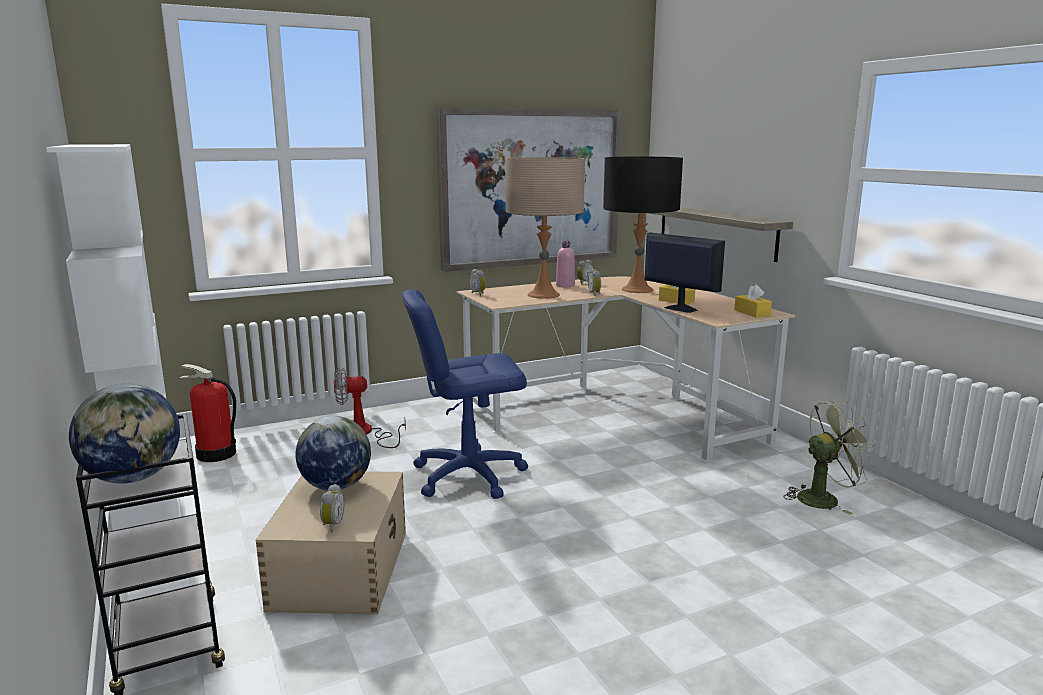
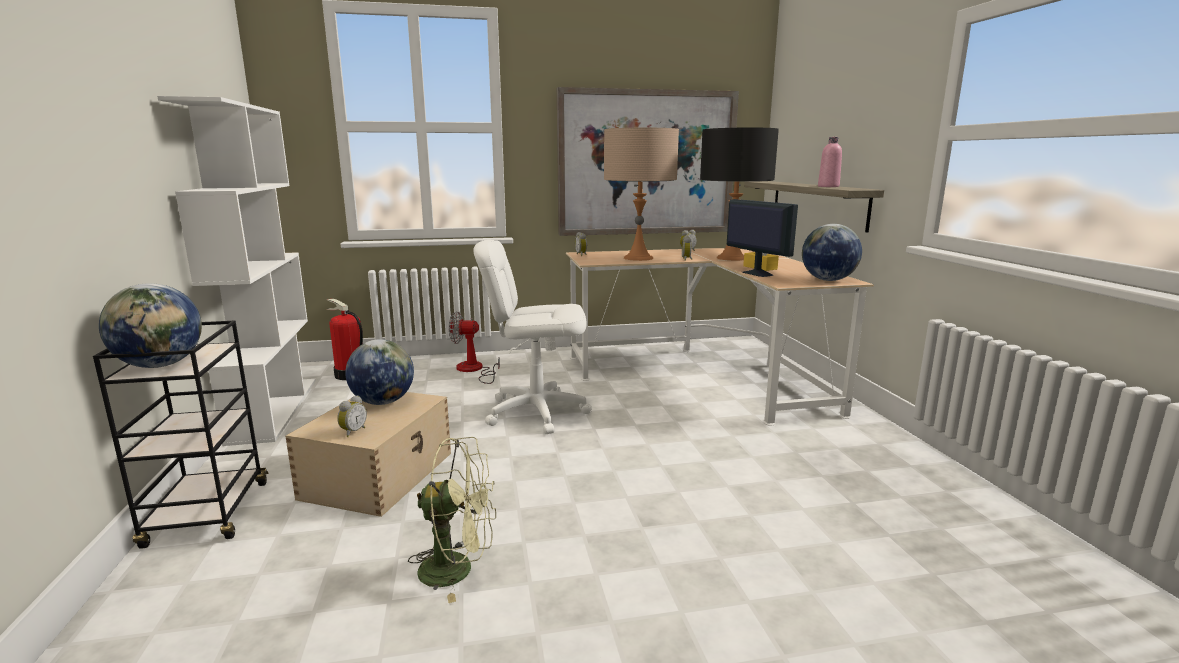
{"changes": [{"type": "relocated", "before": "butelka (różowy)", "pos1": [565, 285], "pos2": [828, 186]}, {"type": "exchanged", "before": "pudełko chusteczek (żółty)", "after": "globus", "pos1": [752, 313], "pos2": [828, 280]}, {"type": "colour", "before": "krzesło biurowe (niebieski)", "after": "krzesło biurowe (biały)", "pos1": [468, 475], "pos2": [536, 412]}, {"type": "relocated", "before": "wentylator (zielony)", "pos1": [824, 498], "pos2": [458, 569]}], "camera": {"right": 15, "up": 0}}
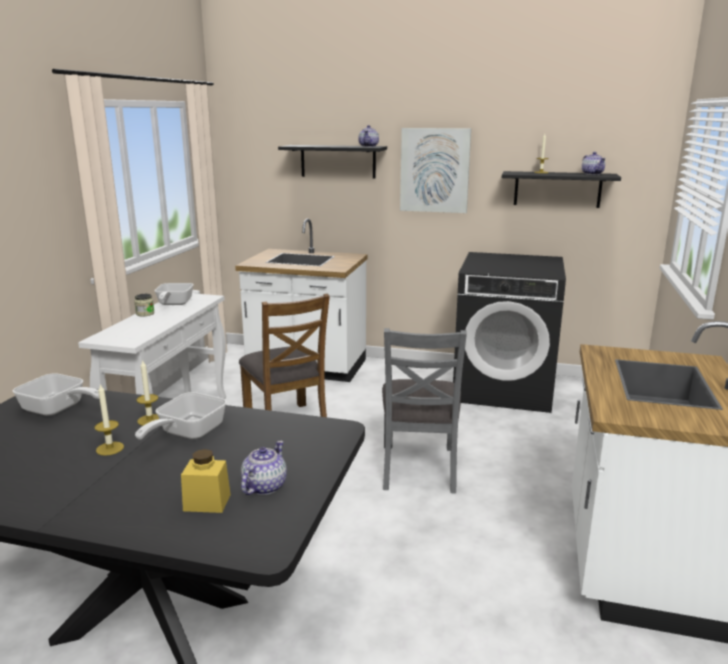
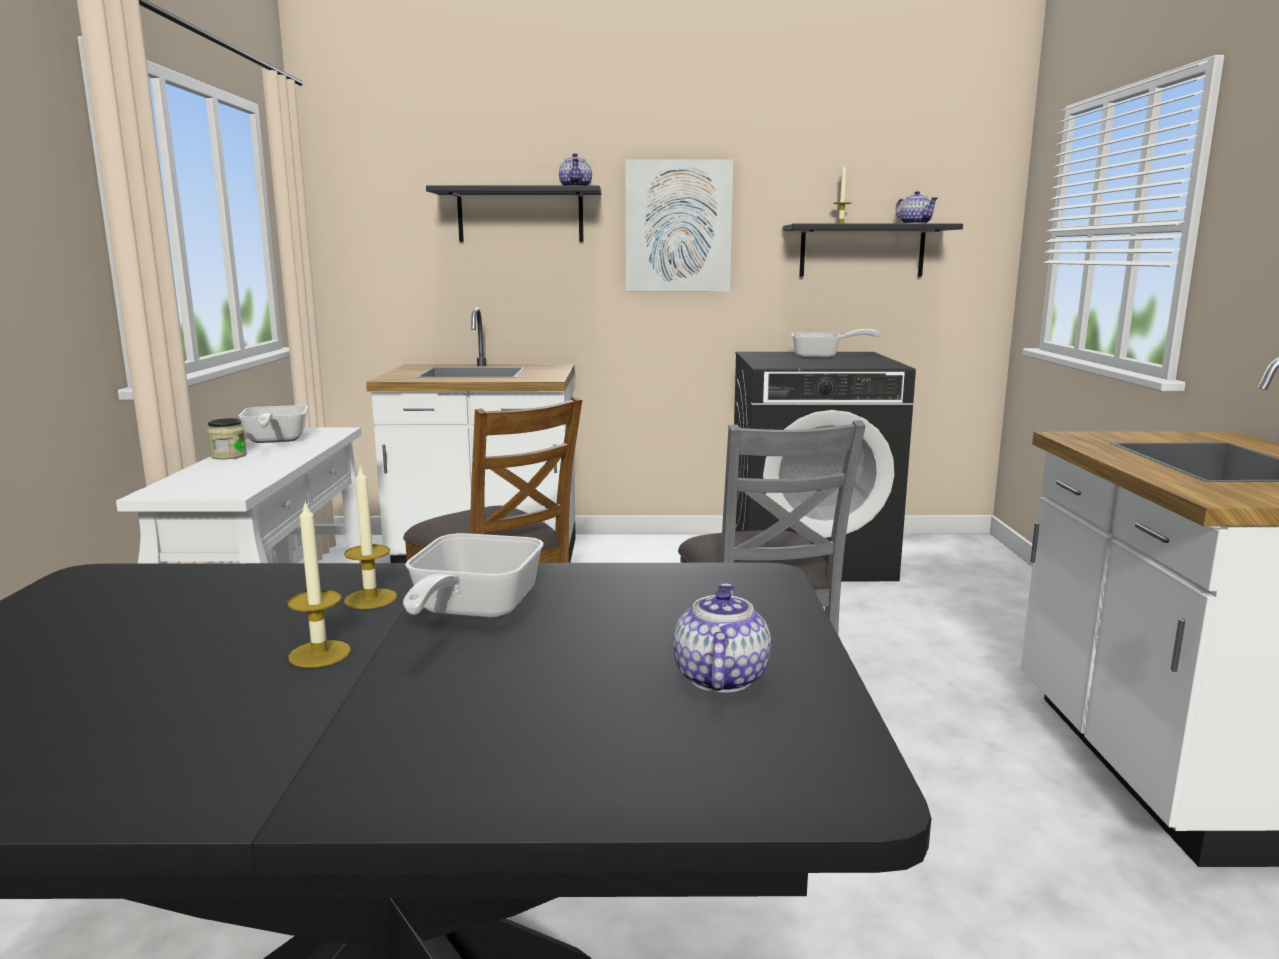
{"changes": [{"type": "relocated", "before": "patelnia", "pos1": [58, 409], "pos2": [822, 357]}, {"type": "missing", "before": "słoik (żółty)", "pos1": [207, 502]}], "camera": {"right": -15, "up": -5}}
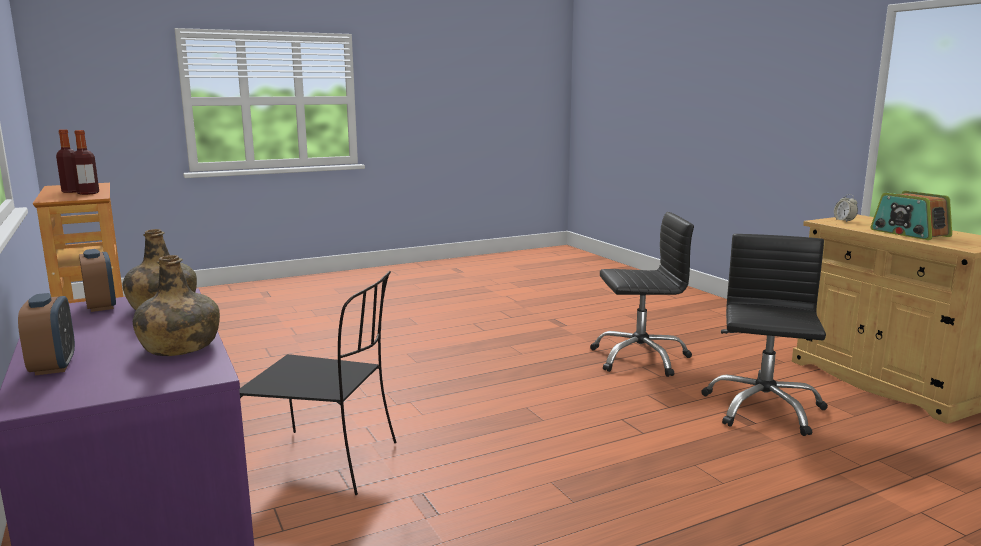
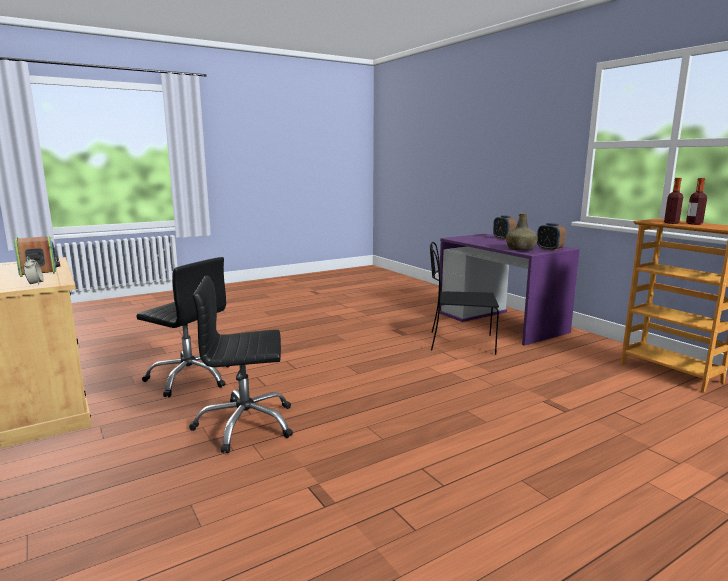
{"changes": [{"type": "spun", "before": "krzesło biurowe (czarny)", "pos1": [762, 408], "pos2": [190, 378], "turn": -75}, {"type": "missing", "before": "butelka (zielony)", "pos1": [179, 347]}], "camera": {"right": 175, "up": 0}}
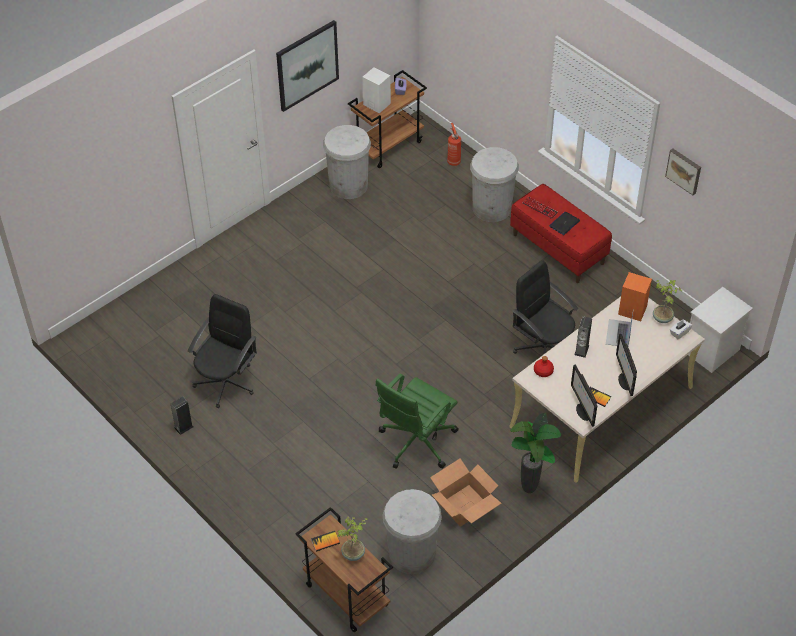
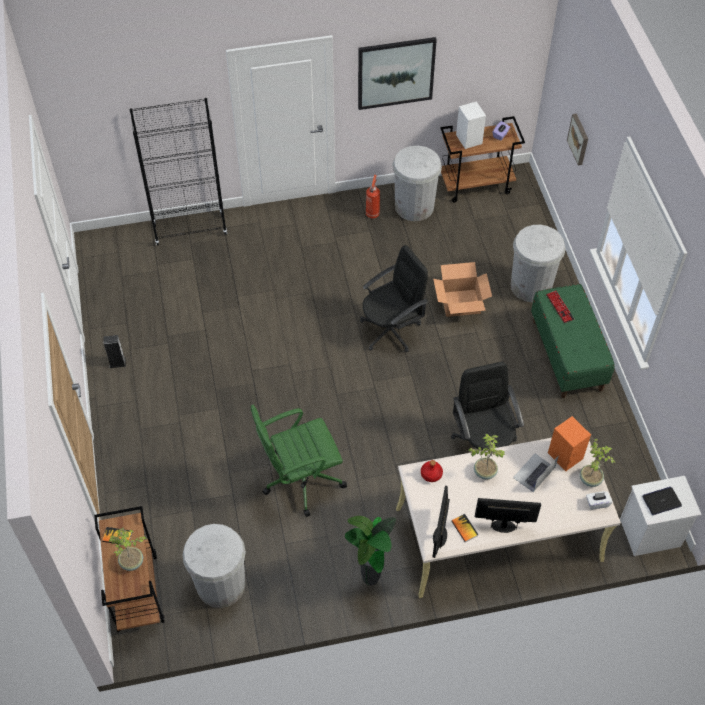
{"changes": [{"type": "relocated", "before": "gaśnica", "pos1": [453, 161], "pos2": [372, 213]}, {"type": "relocated", "before": "obraz", "pos1": [684, 170], "pos2": [579, 139]}, {"type": "colour", "before": "ławka (czerwony)", "after": "ławka (zielony)", "pos1": [558, 249], "pos2": [567, 355]}, {"type": "relocated", "before": "laptop", "pos1": [564, 223], "pos2": [661, 501]}, {"type": "relocated", "before": "krzesło biurowe (czarny)", "pos1": [226, 382], "pos2": [391, 330]}, {"type": "exchanged", "before": "głośnik", "after": "roślina doniczkowa", "pos1": [581, 350], "pos2": [484, 471]}, {"type": "spun", "before": "monitor", "pos1": [624, 381], "pos2": [504, 526], "turn": 75}, {"type": "relocated", "before": "karton", "pos1": [465, 505], "pos2": [461, 303]}, {"type": "appeared", "after": "regał (czarny)", "pos2": [190, 229]}], "camera": {"right": 30, "up": 5}}
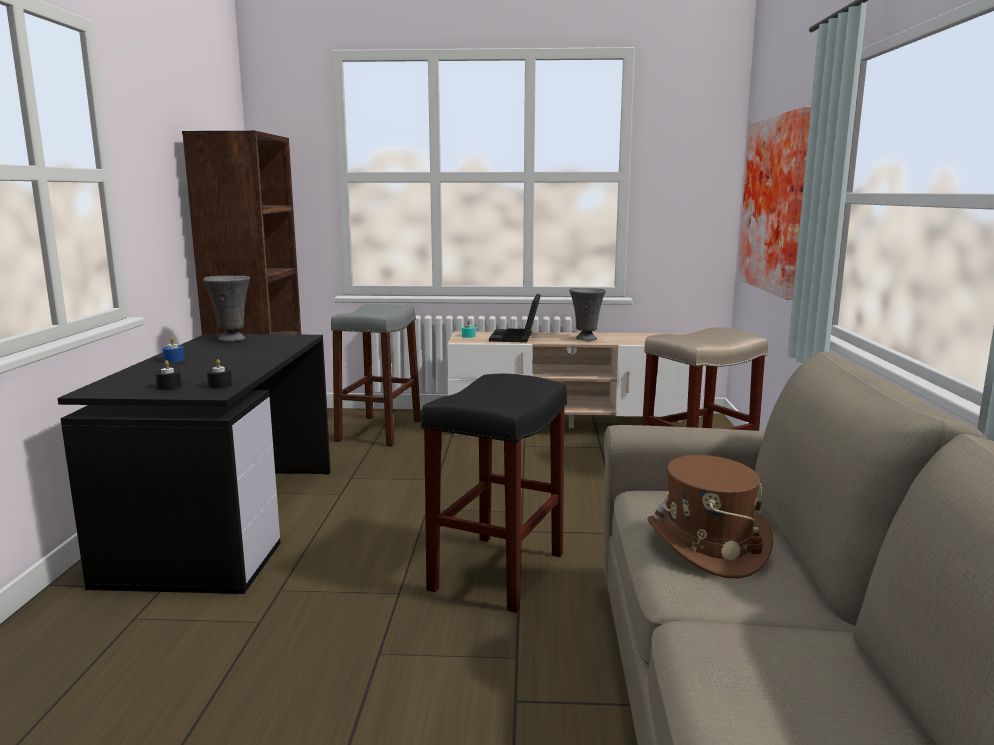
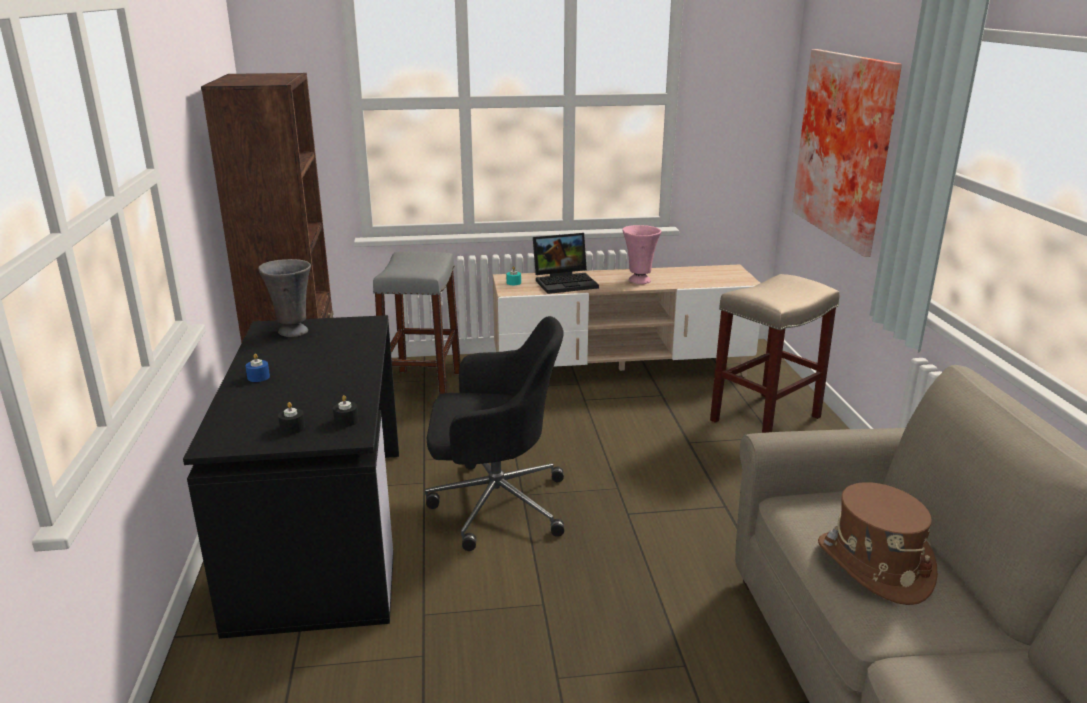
{"changes": [{"type": "colour", "before": "wazon (szary)", "after": "wazon (różowy)", "pos1": [585, 339], "pos2": [639, 280]}, {"type": "spun", "before": "laptop", "pos1": [516, 337], "pos2": [566, 282], "turn": -105}, {"type": "missing", "before": "stołek (czarny)", "pos1": [498, 572]}, {"type": "appeared", "after": "krzesło biurowe (czarny)", "pos2": [495, 504]}], "camera": {"right": -10, "up": 10}}
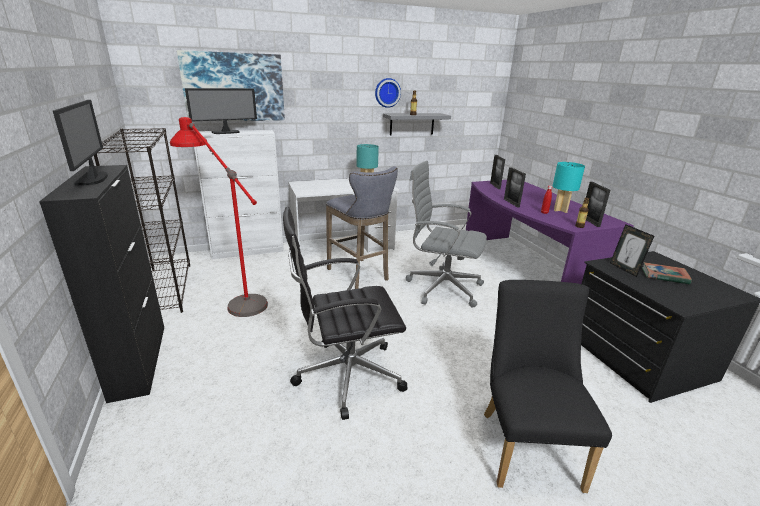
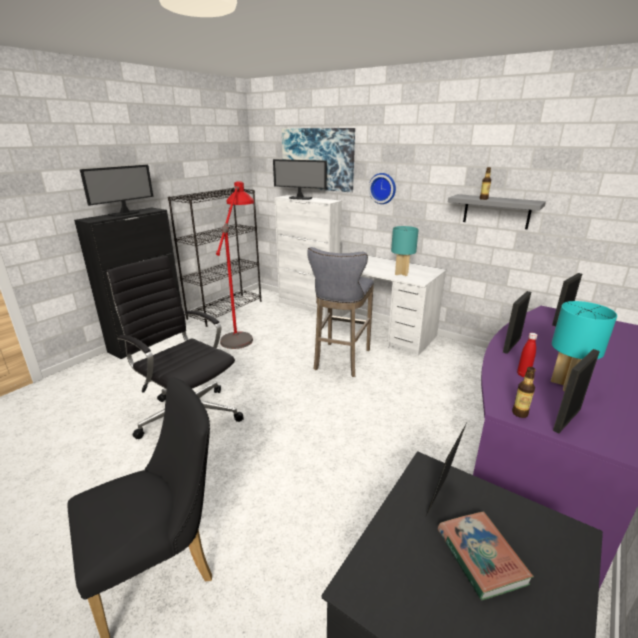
{"changes": [{"type": "relocated", "before": "zegar ścienny", "pos1": [387, 92], "pos2": [383, 188]}, {"type": "missing", "before": "krzesło biurowe (szary)", "pos1": [441, 287]}], "camera": {"right": 55, "up": 0}}
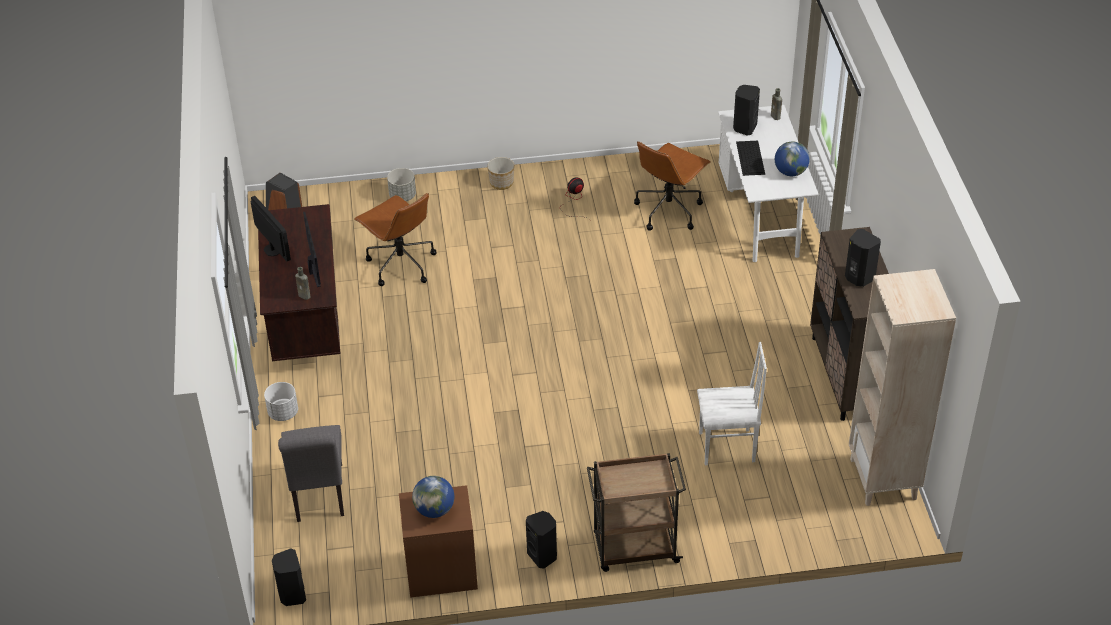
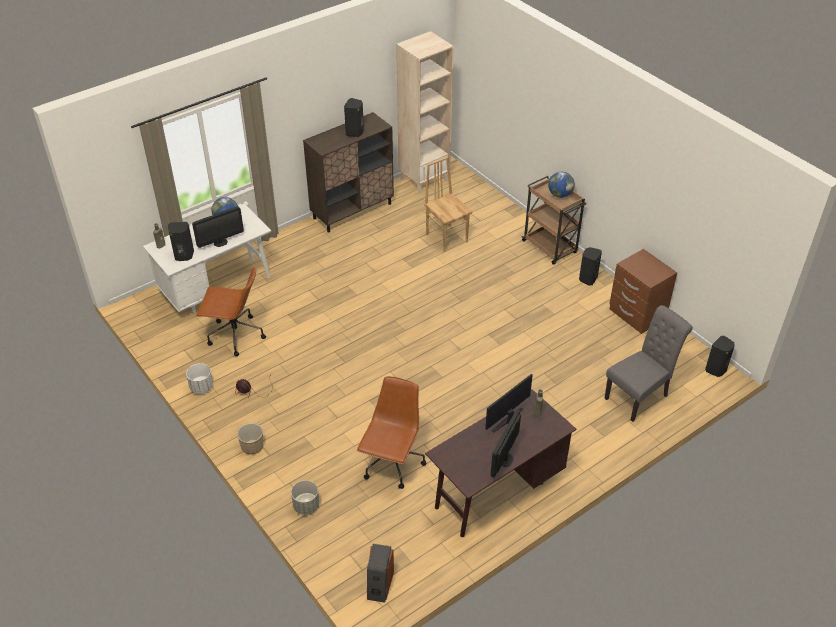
{"changes": [{"type": "exchanged", "before": "klawiatura", "after": "monitor", "pos1": [750, 158], "pos2": [220, 242]}, {"type": "colour", "before": "krzesło (biały)", "after": "krzesło (brązowy)", "pos1": [727, 448], "pos2": [447, 237]}, {"type": "relocated", "before": "donica (biały)", "pos1": [283, 413], "pos2": [201, 387]}, {"type": "relocated", "before": "globus", "pos1": [434, 510], "pos2": [560, 195]}], "camera": {"right": -120, "up": 0}}
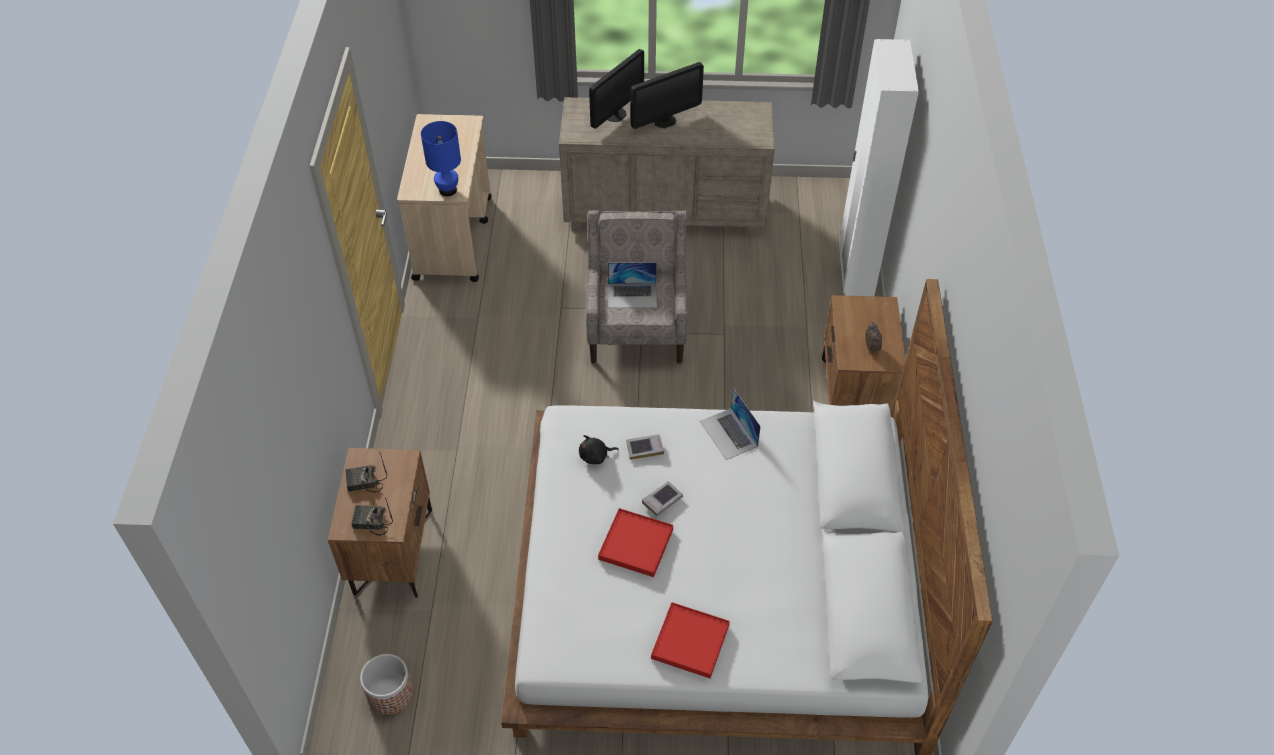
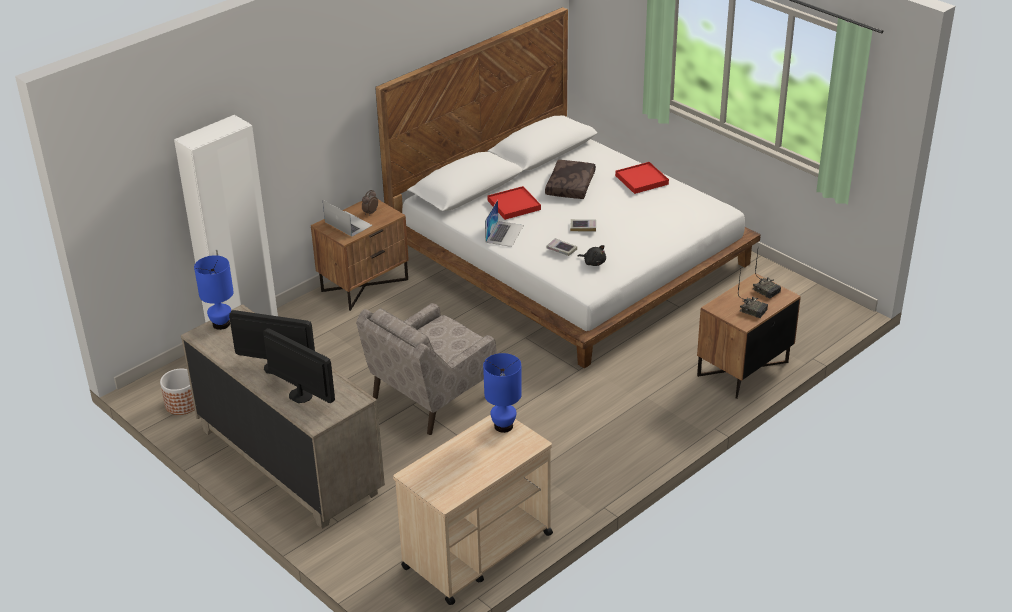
{"changes": [{"type": "spun", "before": "monitor", "pos1": [615, 114], "pos2": [300, 395], "turn": 45}, {"type": "relocated", "before": "laptop", "pos1": [632, 295], "pos2": [348, 223]}, {"type": "relocated", "before": "taca (czerwony)", "pos1": [636, 544], "pos2": [514, 205]}, {"type": "relocated", "before": "donica", "pos1": [390, 693], "pos2": [182, 404]}, {"type": "appeared", "after": "poduszka (brązowy)", "pos2": [571, 186]}, {"type": "appeared", "after": "lampa stołowa (niebieski)", "pos2": [221, 324]}], "camera": {"right": -135, "up": -15}}
